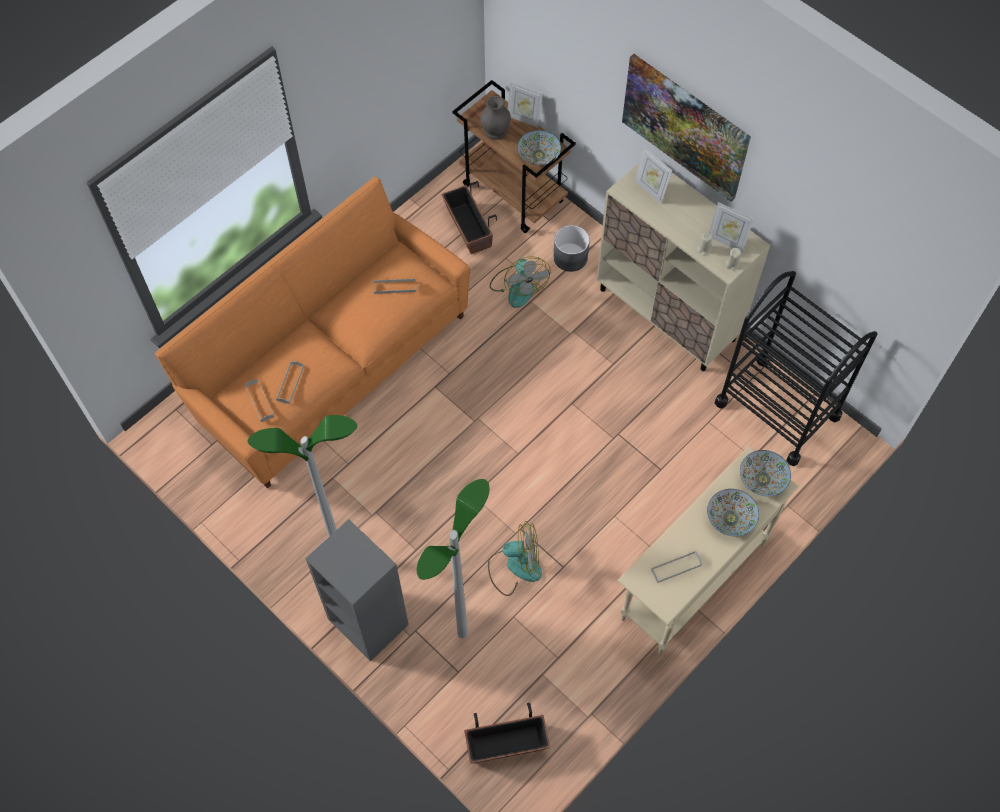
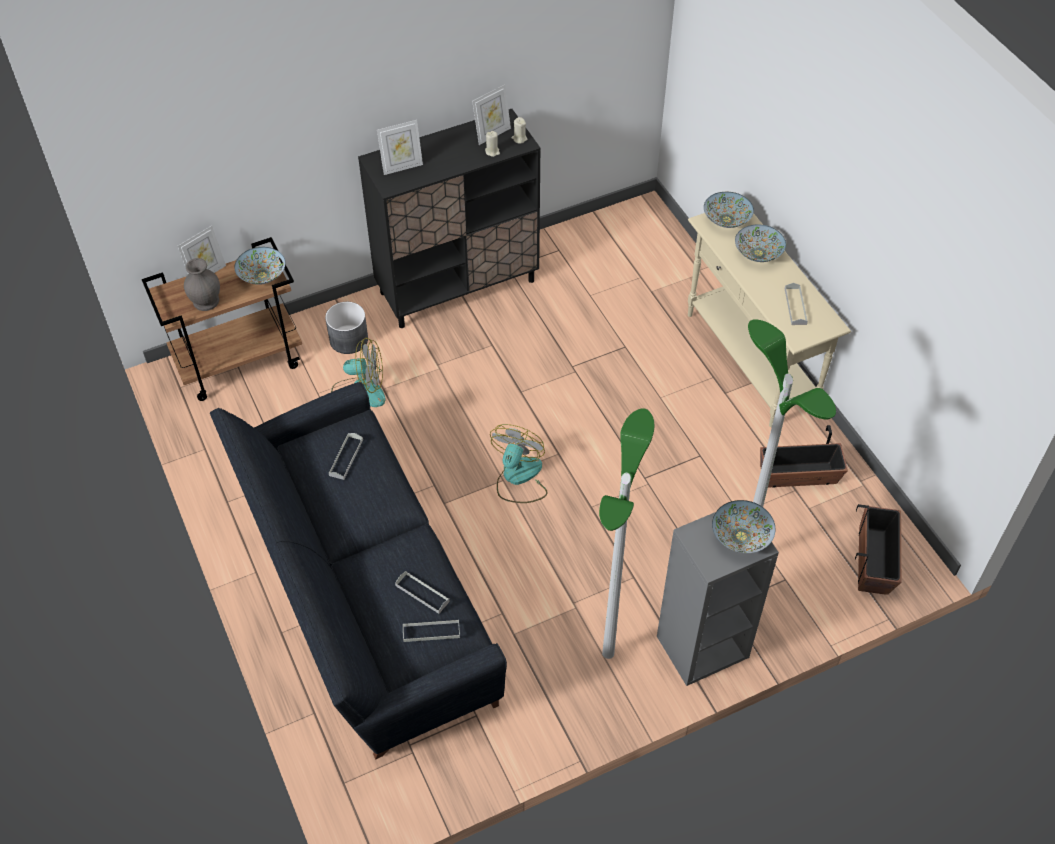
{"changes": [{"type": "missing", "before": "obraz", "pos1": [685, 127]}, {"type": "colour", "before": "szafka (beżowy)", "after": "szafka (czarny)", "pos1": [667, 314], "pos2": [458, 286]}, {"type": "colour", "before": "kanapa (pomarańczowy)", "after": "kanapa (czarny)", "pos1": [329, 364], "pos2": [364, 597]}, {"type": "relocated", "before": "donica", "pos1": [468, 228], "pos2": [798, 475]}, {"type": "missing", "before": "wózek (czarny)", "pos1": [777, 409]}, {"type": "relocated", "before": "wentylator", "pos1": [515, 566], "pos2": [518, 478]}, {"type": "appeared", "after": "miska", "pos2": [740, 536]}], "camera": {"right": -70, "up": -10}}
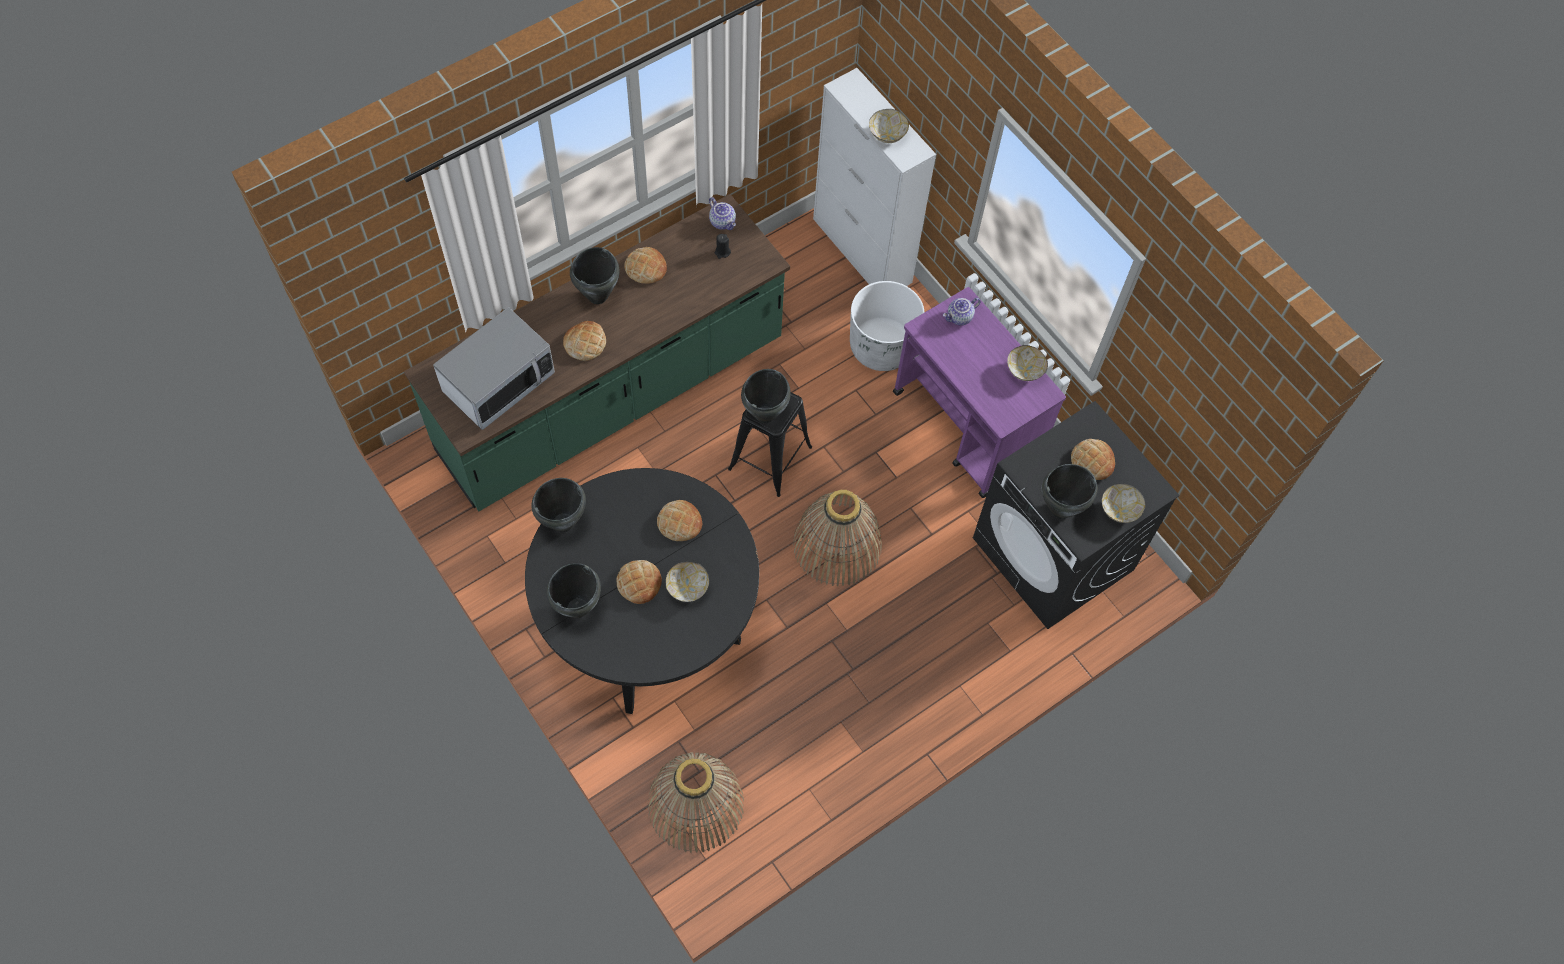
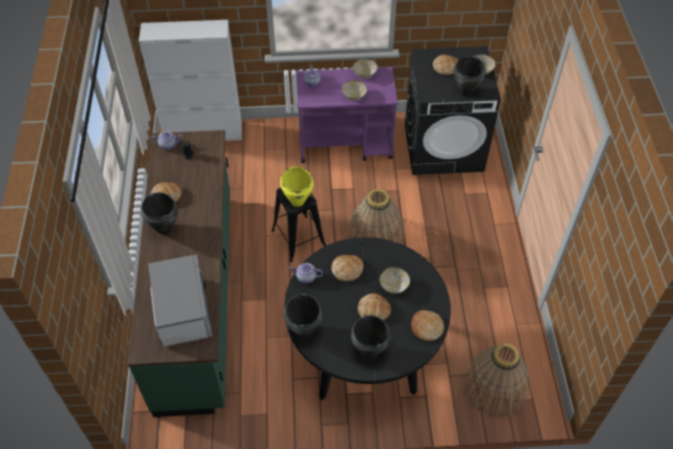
{"changes": [{"type": "relocated", "before": "miska", "pos1": [887, 135], "pos2": [354, 96]}, {"type": "missing", "before": "donica (biały)", "pos1": [881, 346]}, {"type": "relocated", "before": "chleb", "pos1": [585, 343], "pos2": [427, 327]}, {"type": "colour", "before": "garnek (czarny)", "after": "garnek (żółty)", "pos1": [765, 414], "pos2": [298, 201]}, {"type": "appeared", "after": "imbryk", "pos2": [306, 277]}], "camera": {"right": -55, "up": -10}}
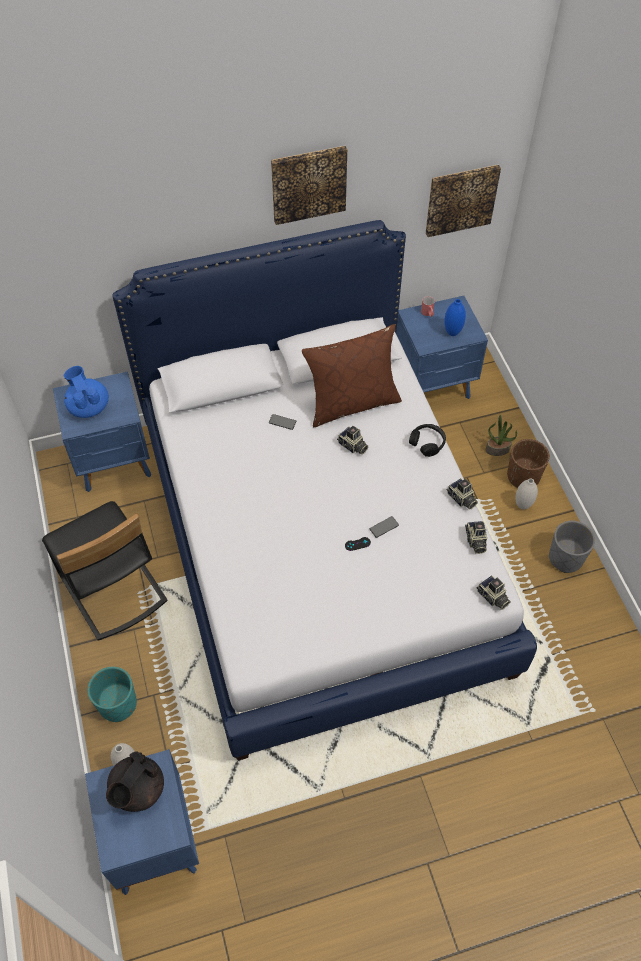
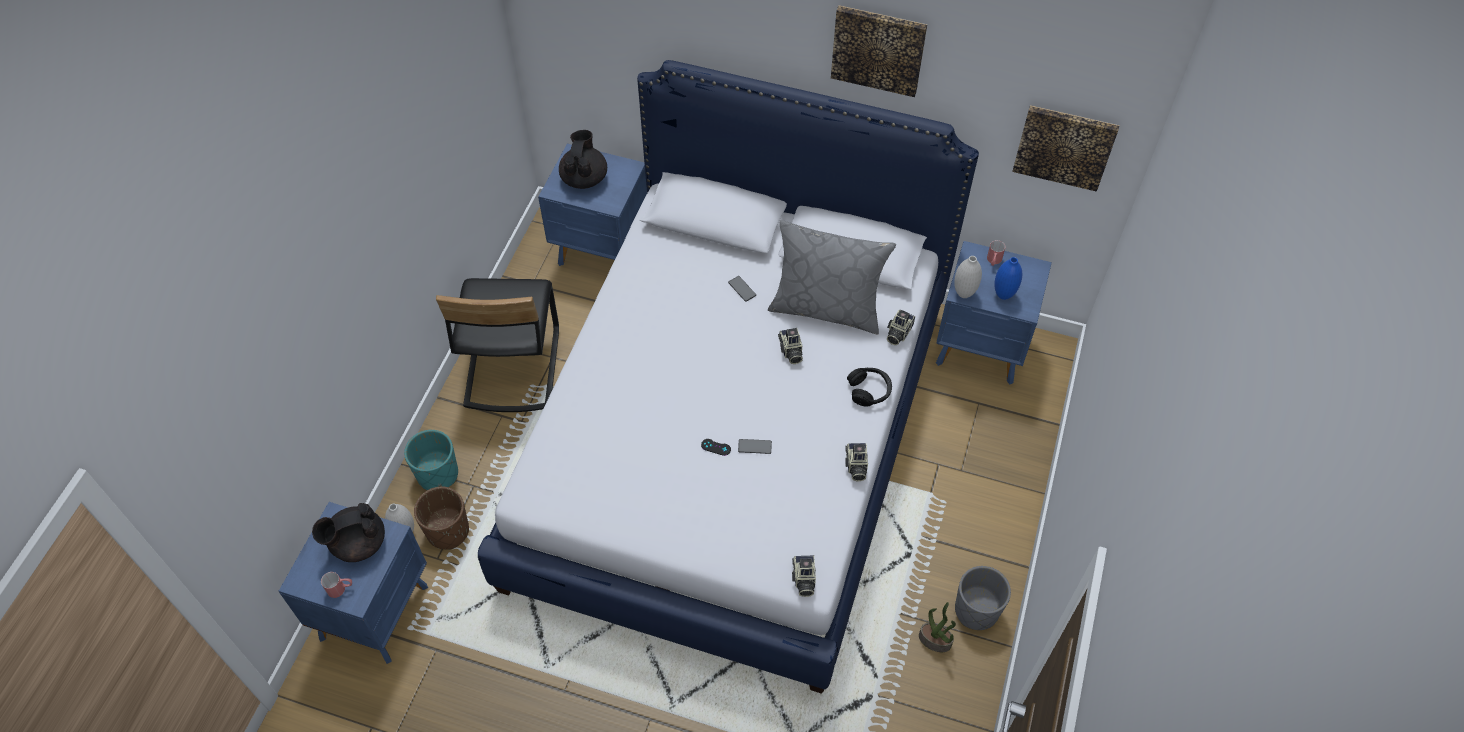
{"changes": [{"type": "colour", "before": "poduszka (brązowy)", "after": "poduszka (szary)", "pos1": [352, 403], "pos2": [826, 308]}, {"type": "colour", "before": "imbryk (niebieski)", "after": "imbryk (czarny)", "pos1": [88, 406], "pos2": [584, 178]}, {"type": "relocated", "before": "roślina doniczkowa", "pos1": [497, 449], "pos2": [935, 640]}, {"type": "relocated", "before": "donica (brązowy)", "pos1": [523, 476], "pos2": [448, 531]}, {"type": "relocated", "before": "wazon (biały)", "pos1": [522, 505], "pos2": [964, 293]}, {"type": "relocated", "before": "aparat fotograficzny", "pos1": [475, 541], "pos2": [898, 332]}, {"type": "appeared", "after": "kubek (czerwony)", "pos2": [341, 589]}], "camera": {"right": 35, "up": 0}}
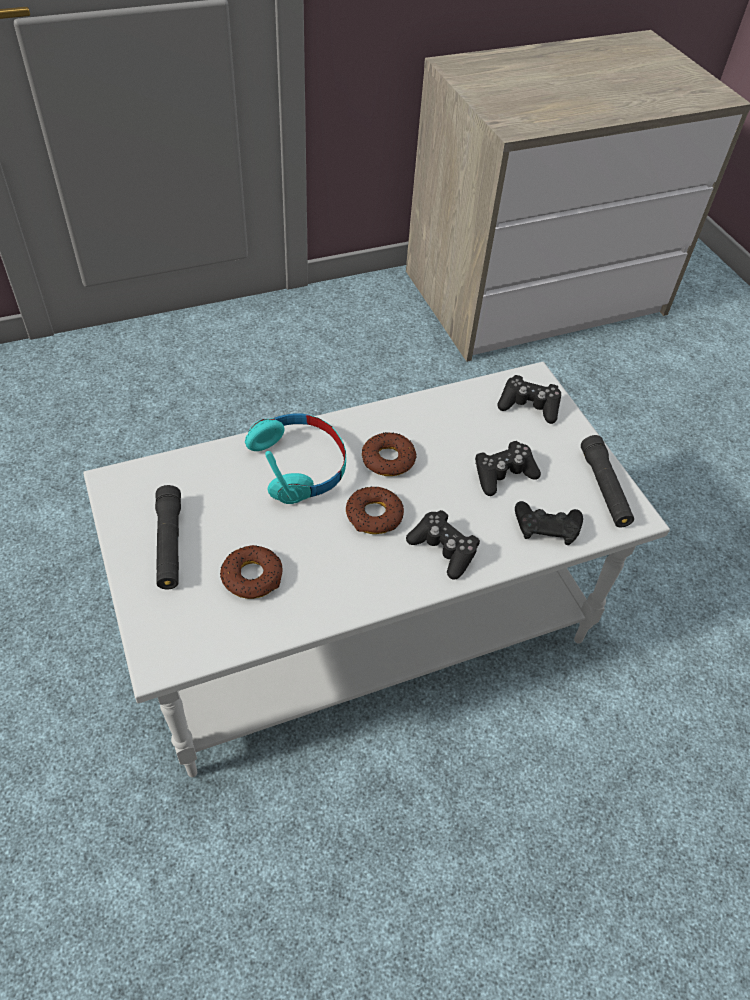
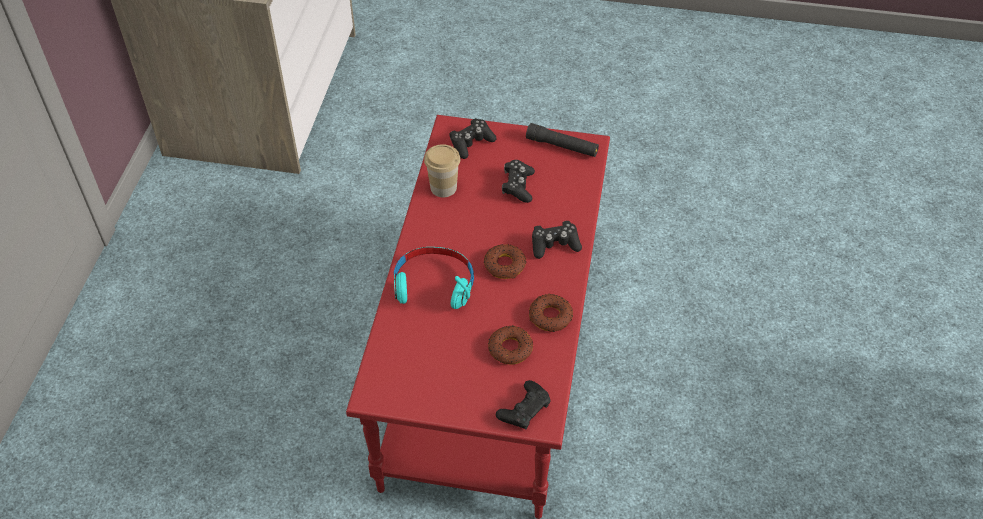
{"changes": [{"type": "colour", "before": "ława (biały)", "after": "ława (czerwony)", "pos1": [363, 627], "pos2": [492, 363]}, {"type": "relocated", "before": "donut", "pos1": [388, 459], "pos2": [550, 316]}, {"type": "missing", "before": "latarka (czarny)", "pos1": [169, 544]}, {"type": "relocated", "before": "pad do gier (czarny)", "pos1": [546, 527], "pos2": [524, 409]}, {"type": "appeared", "after": "filiżanka", "pos2": [443, 187]}], "camera": {"right": -55, "up": 0}}
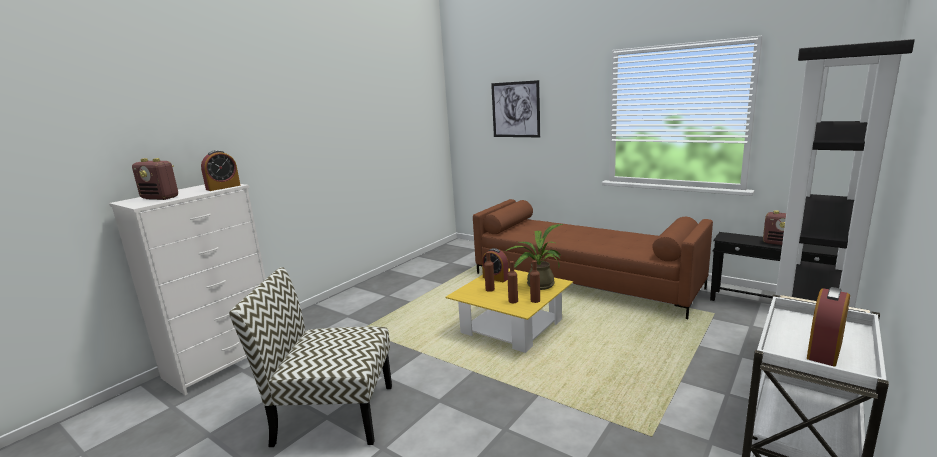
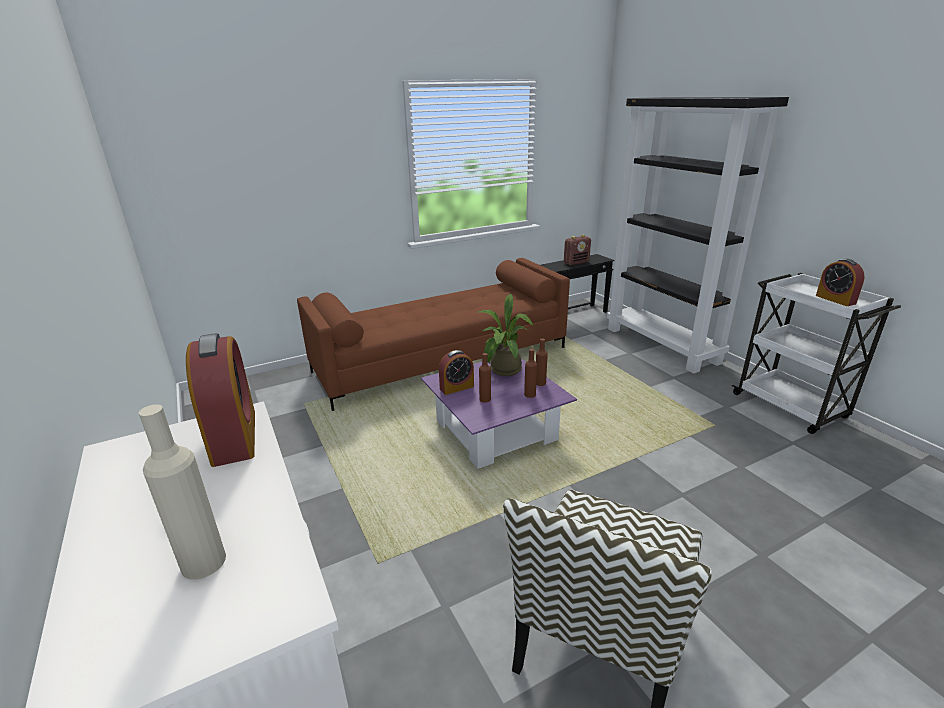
{"changes": [{"type": "missing", "before": "obraz", "pos1": [515, 109]}, {"type": "exchanged", "before": "radio", "after": "butelka (beżowy)", "pos1": [160, 198], "pos2": [203, 562]}, {"type": "colour", "before": "ława (żółty)", "after": "ława (fioletowy)", "pos1": [511, 326], "pos2": [495, 430]}], "camera": {"right": -65, "up": 10}}
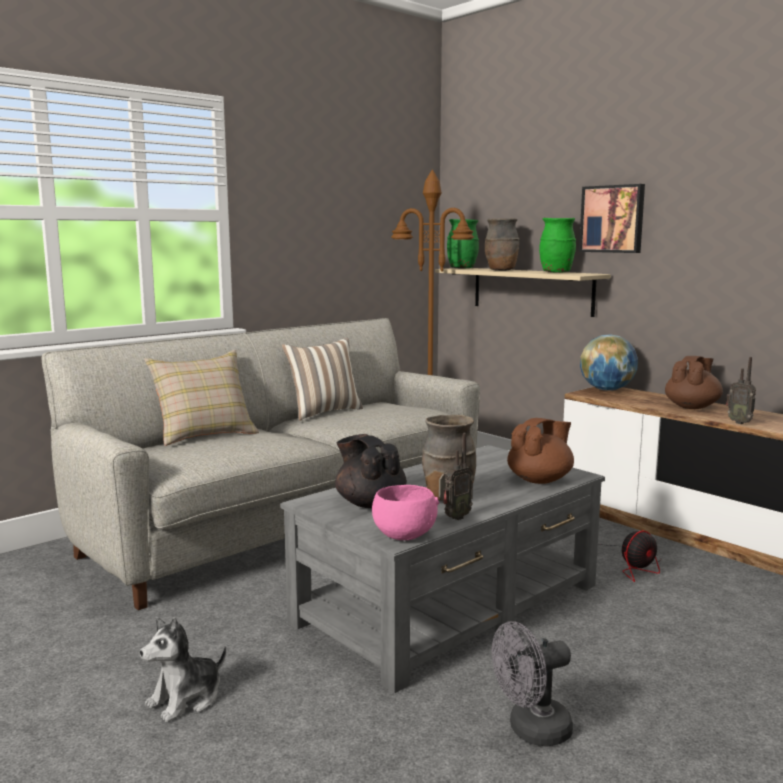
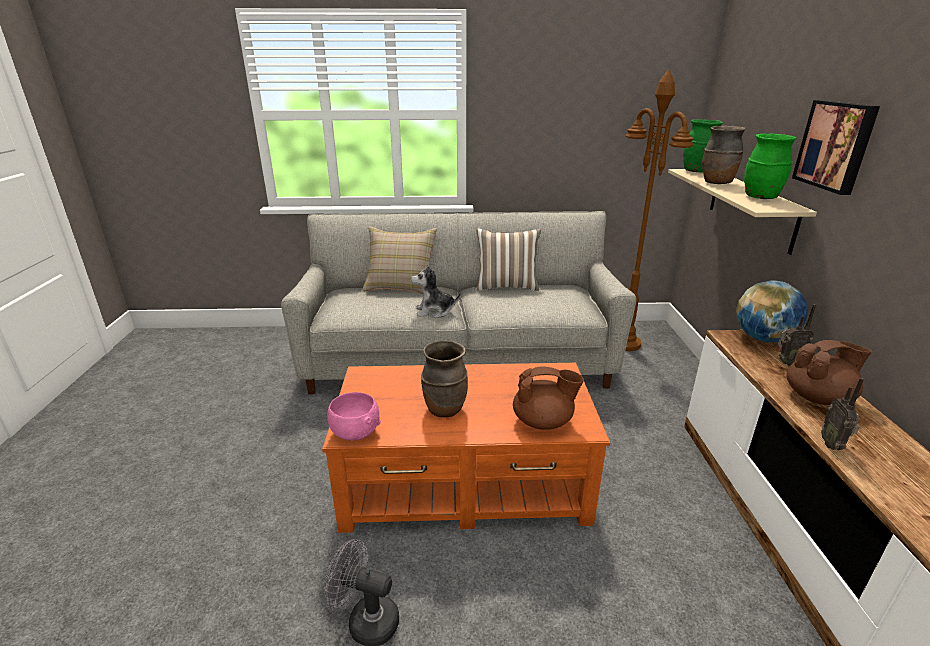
{"changes": [{"type": "relocated", "before": "radio", "pos1": [454, 518], "pos2": [786, 363]}, {"type": "missing", "before": "imbryk (czarny)", "pos1": [369, 503]}, {"type": "colour", "before": "ława (szary)", "after": "ława (pomarańczowy)", "pos1": [451, 603], "pos2": [465, 481]}, {"type": "missing", "before": "wentylator", "pos1": [635, 566]}, {"type": "relocated", "before": "pluszak", "pos1": [186, 699], "pos2": [434, 311]}], "camera": {"right": 40, "up": 15}}
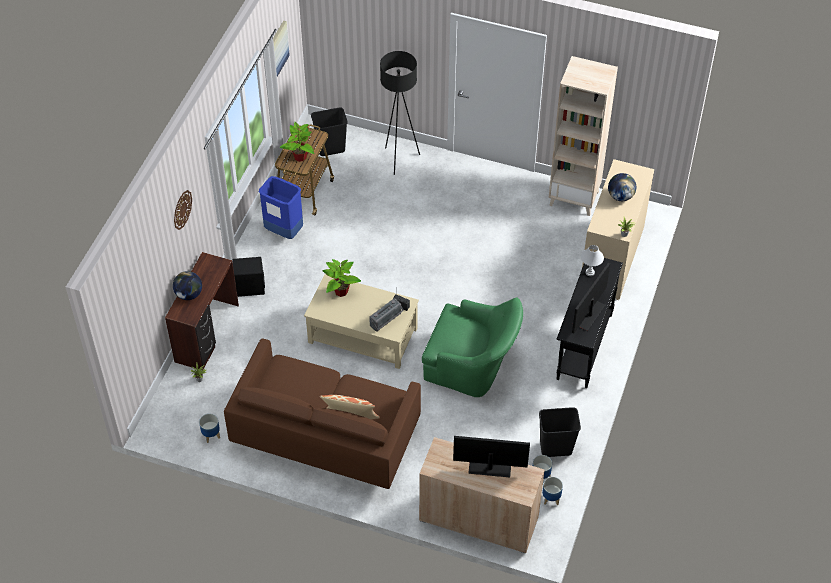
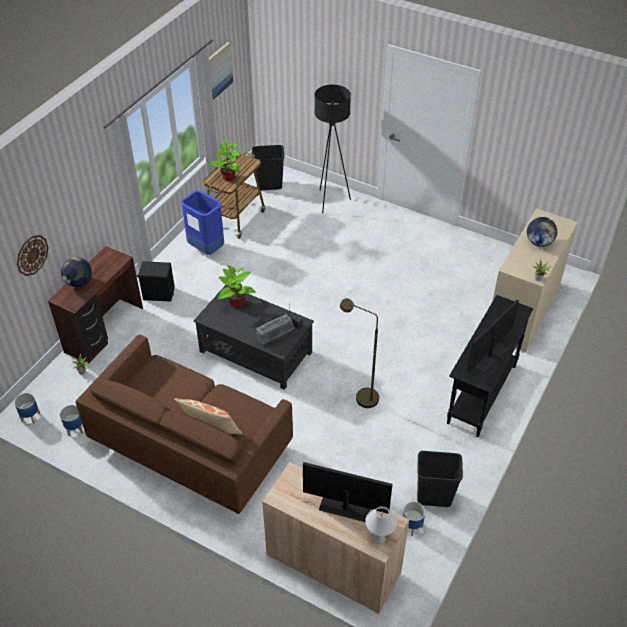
{"changes": [{"type": "missing", "before": "regał (beżowy)", "pos1": [574, 198]}, {"type": "relocated", "before": "zegar ścienny", "pos1": [182, 209], "pos2": [32, 255]}, {"type": "relocated", "before": "lampa stołowa (biały)", "pos1": [590, 272], "pos2": [379, 538]}, {"type": "colour", "before": "ława (beżowy)", "after": "ława (czarny)", "pos1": [362, 335], "pos2": [255, 351]}, {"type": "exchanged", "before": "fotel (zielony)", "after": "lampa stojąca (brązowy)", "pos1": [472, 365], "pos2": [361, 397]}, {"type": "relocated", "before": "donica", "pos1": [550, 498], "pos2": [30, 417]}], "camera": {"right": 10, "up": -5}}
